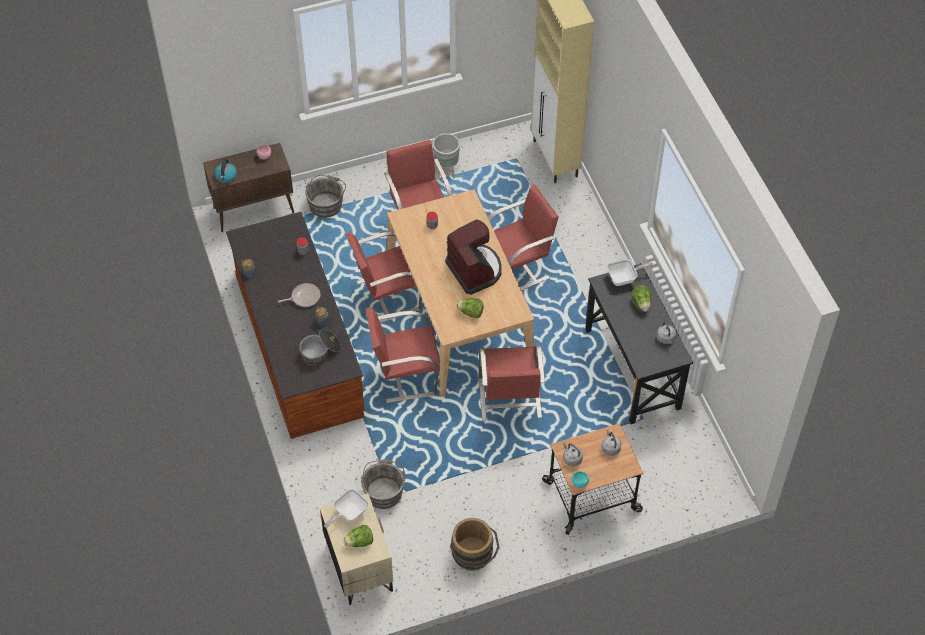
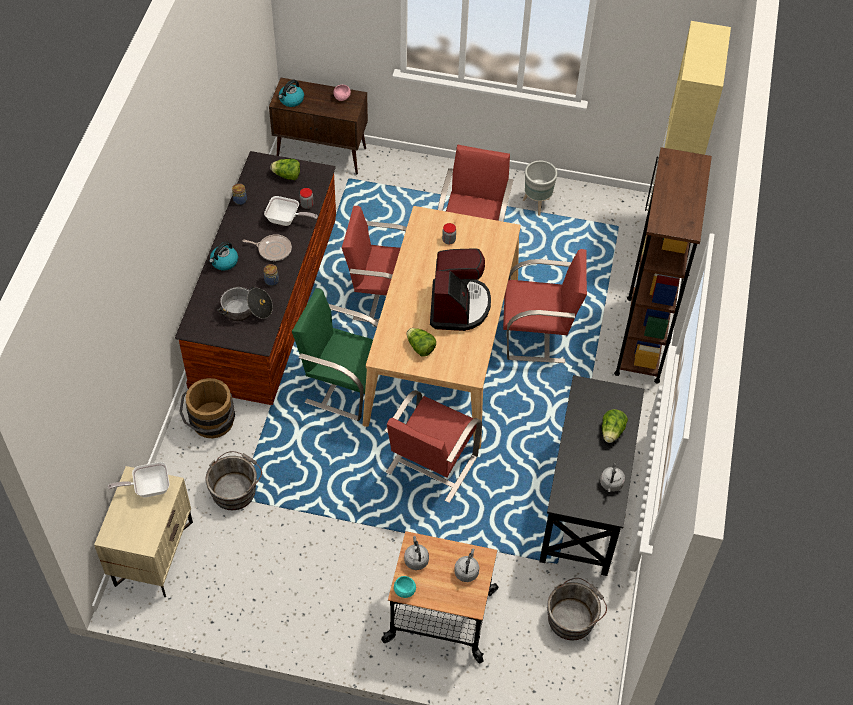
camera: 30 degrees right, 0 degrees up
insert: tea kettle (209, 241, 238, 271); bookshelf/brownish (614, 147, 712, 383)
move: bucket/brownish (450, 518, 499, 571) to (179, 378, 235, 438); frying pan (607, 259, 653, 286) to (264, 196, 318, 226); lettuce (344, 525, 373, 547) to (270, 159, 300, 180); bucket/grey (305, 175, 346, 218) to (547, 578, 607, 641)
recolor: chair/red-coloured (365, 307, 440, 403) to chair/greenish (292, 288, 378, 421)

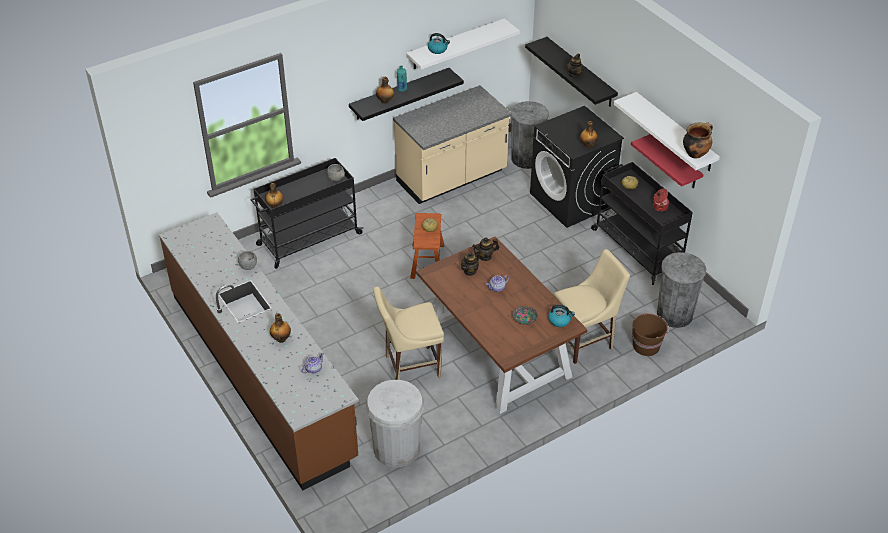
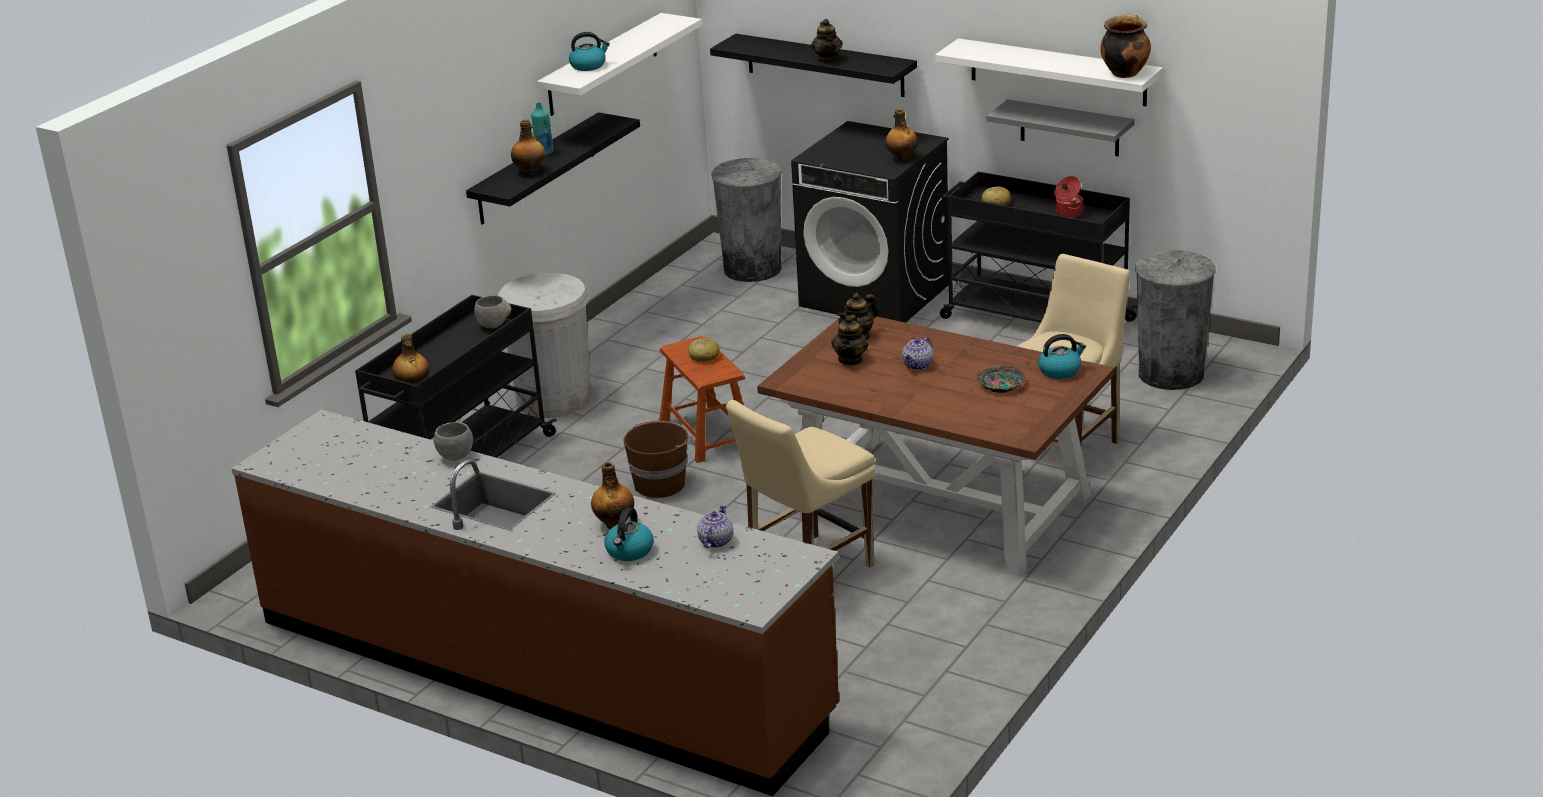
camera: 25 degrees left, 15 degrees down
delete: kitchen counter/sand-coloured (393, 85, 512, 204)
insert: tea kettle (604, 507, 654, 561)
move: waste bin/white-coloured (366, 380, 424, 467) to (498, 273, 591, 418); bucket/brownish (632, 313, 669, 356) to (623, 421, 691, 498)
recolor: shelf/red-coloured (631, 134, 704, 188) to shelf/grey (986, 99, 1134, 156)

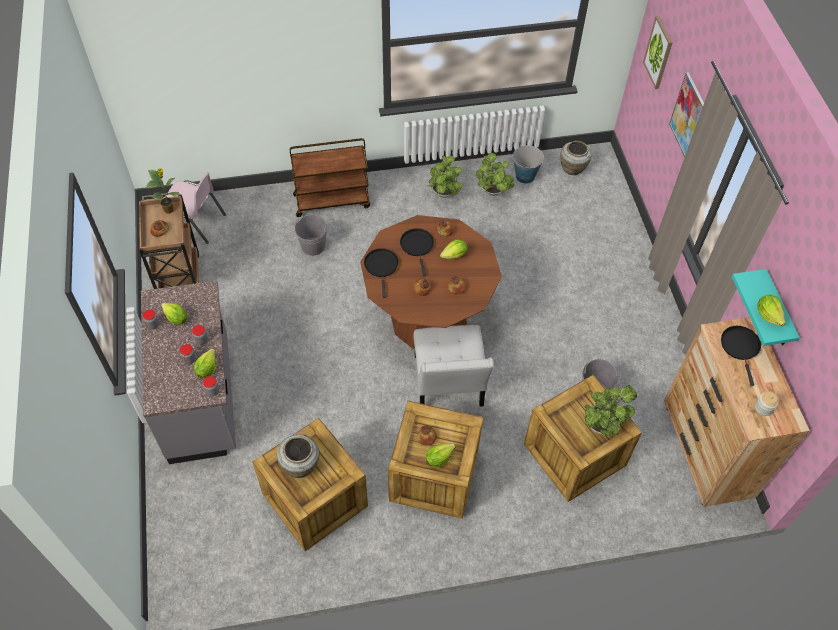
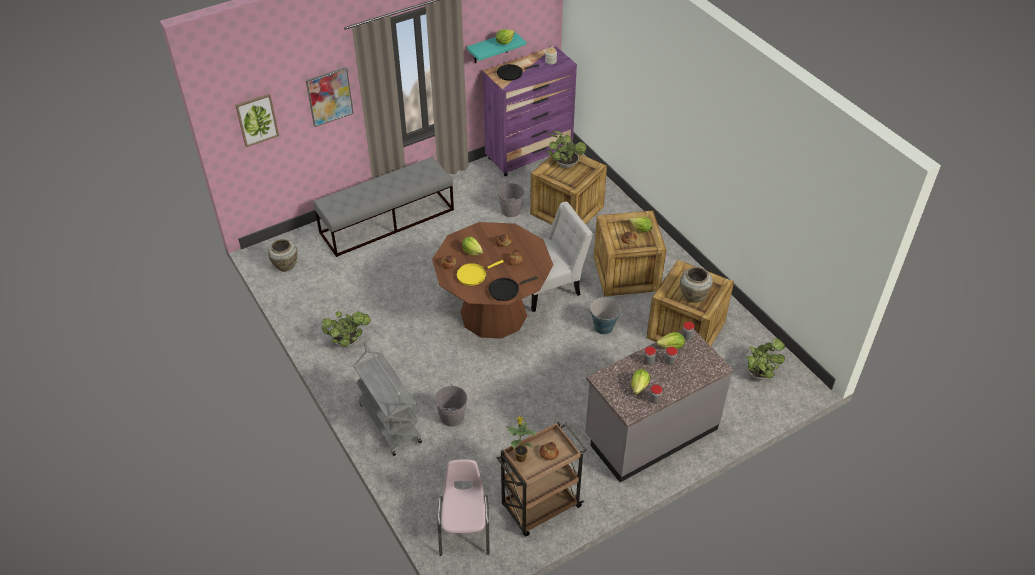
camera: 110 degrees left, 10 degrees down
insert: bench/grey (313, 157, 454, 257)
move: bucket (513, 145, 544, 184) to (590, 297, 621, 335); potted plant (476, 153, 514, 196) to (745, 338, 785, 380)
recolor: wheeled cart/brownish (290, 138, 370, 217) to wheeled cart/grey (353, 343, 422, 456); frying pan/blackish (400, 228, 434, 276) to frying pan/yellow-coloured (456, 260, 504, 286); drawer chest/brownish (664, 317, 810, 507) to drawer chest/purple (483, 46, 577, 176)

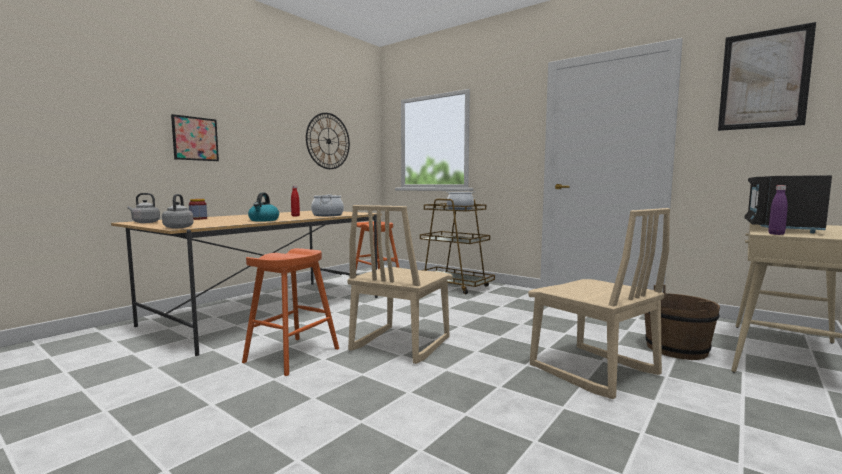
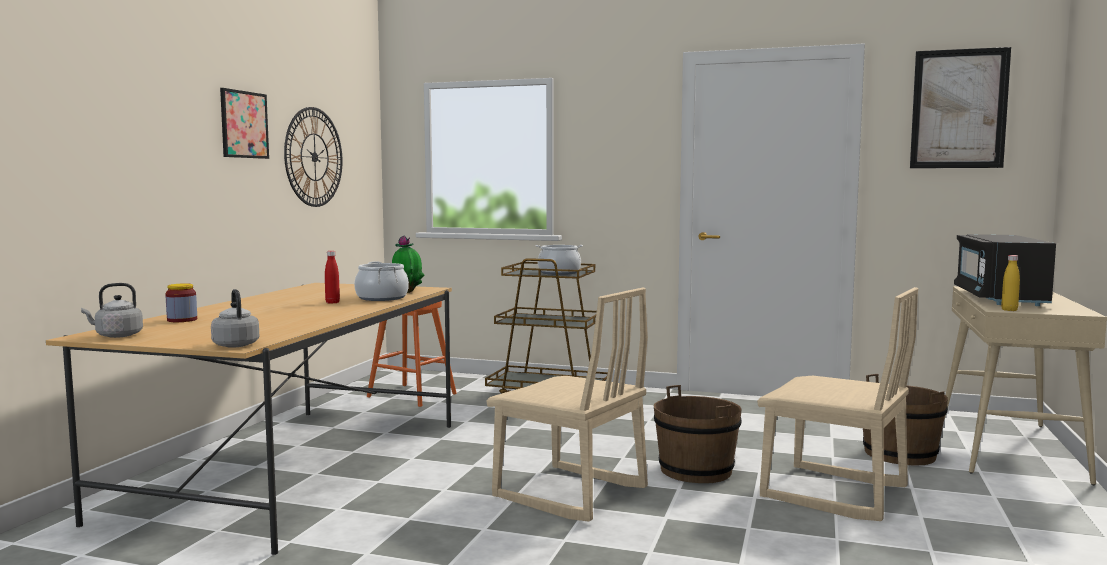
camera: 20 degrees left, 0 degrees up
delete: sitting stool/orangey (242, 248, 339, 376); tea kettle (248, 193, 279, 221)
insert: potted plant (392, 235, 425, 293); bucket/brownish (653, 385, 742, 483)
move: wall art (171, 114, 219, 161) to (220, 88, 269, 159)
recolor: drink bottle/purple (768, 185, 788, 235) to drink bottle/yellow-coloured (1001, 255, 1020, 311)
rotate: chair/sand-coloured (348, 205, 452, 364) = (486, 287, 648, 522) 60 degrees counterclockwise

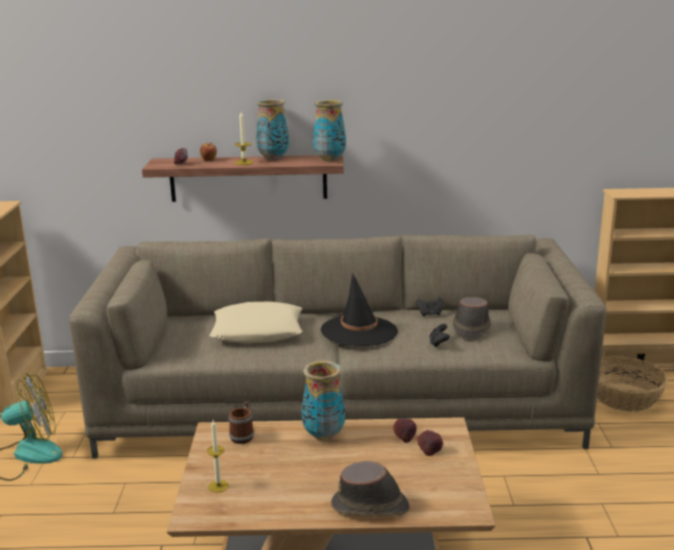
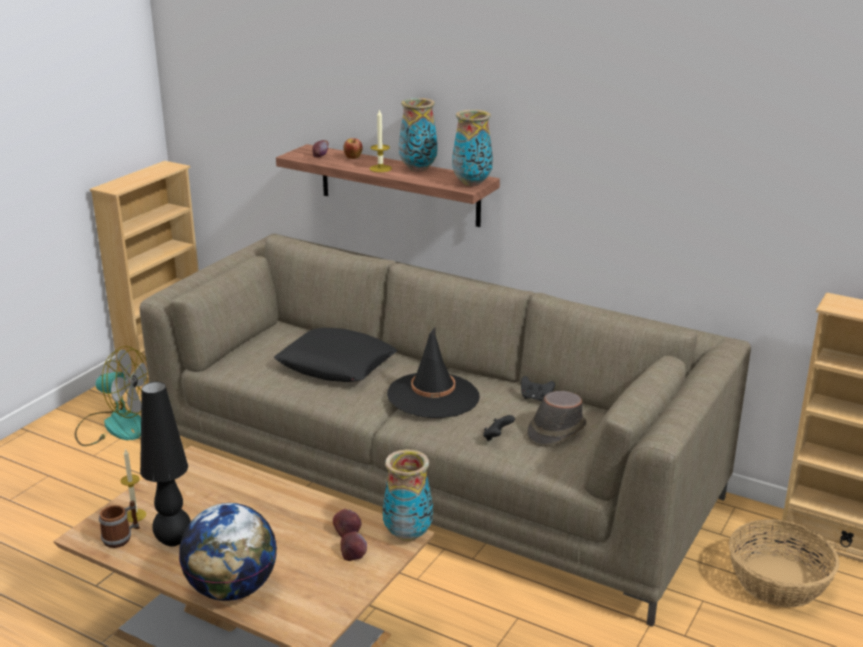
camera: 30 degrees right, 5 degrees up
insert: lamp for a table/blackish (140, 382, 191, 547)
move: mug (229, 401, 254, 444) to (99, 500, 140, 548); vase (302, 360, 345, 441) to (383, 450, 433, 541)
replace: wearable hat/brownish (331, 461, 410, 516) to world globe (179, 503, 277, 601)
recolor: cushion/sand-coloured (209, 301, 302, 343) to cushion/blackish (274, 328, 397, 382)

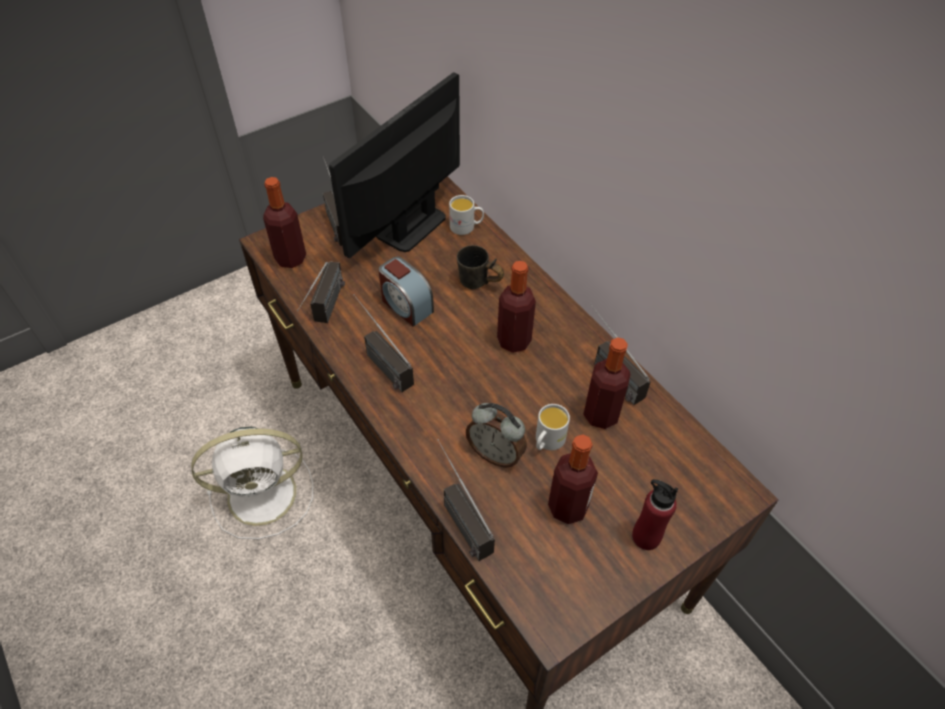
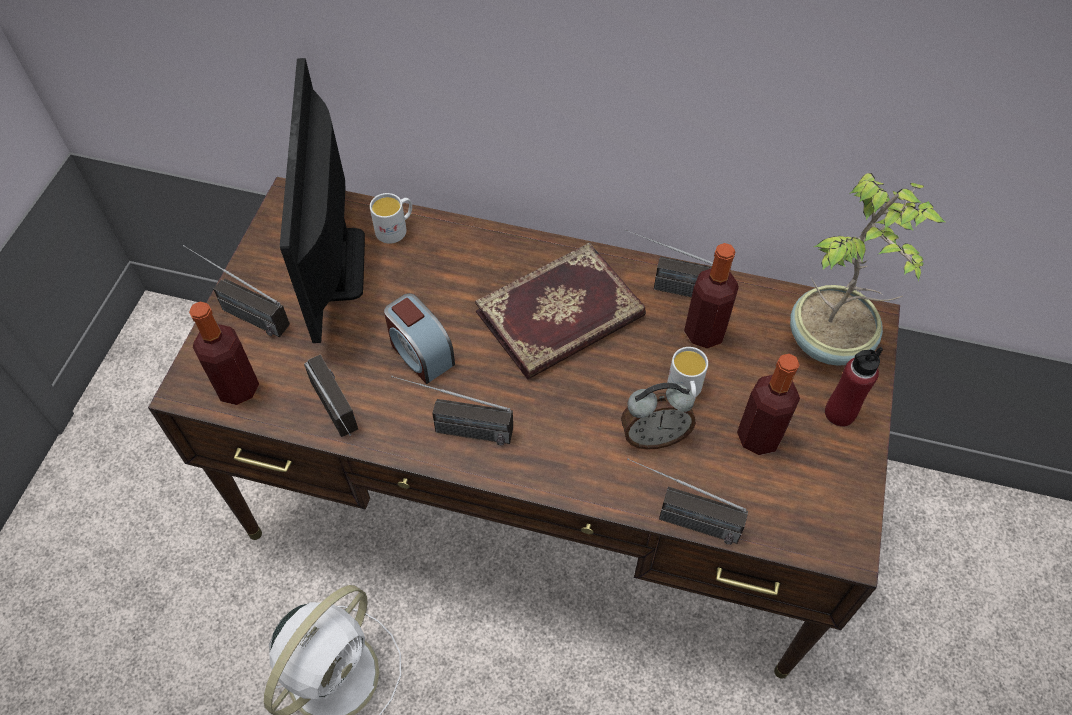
camera: 40 degrees left, 5 degrees up
delete: mug/grey (457, 245, 504, 289)
insert: potted plant (790, 173, 947, 366)
replace: drink bottle (497, 261, 536, 353) to book (475, 242, 646, 379)
rotate: table clock (378, 257, 434, 327) = (384, 293, 455, 384) 45 degrees clockwise

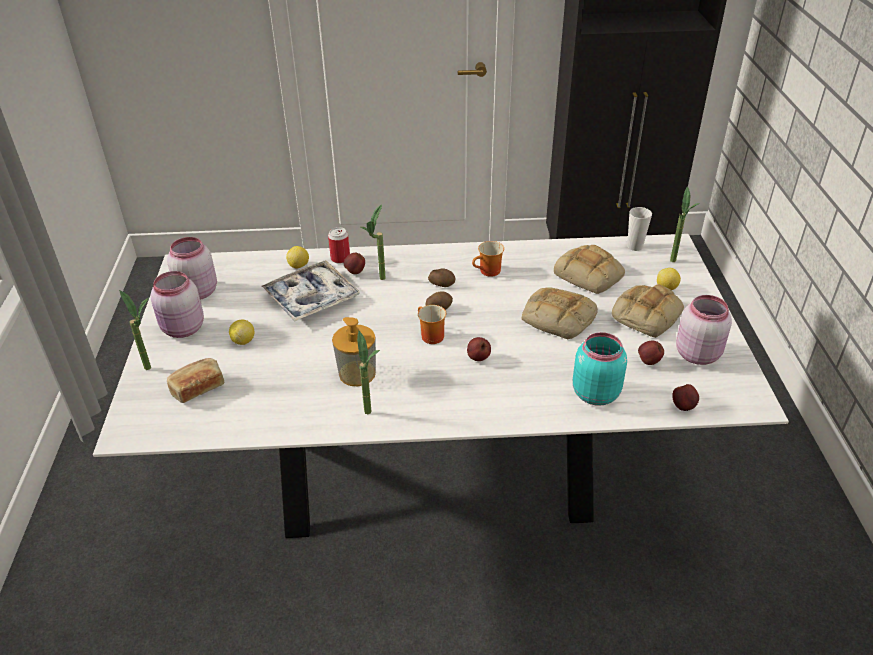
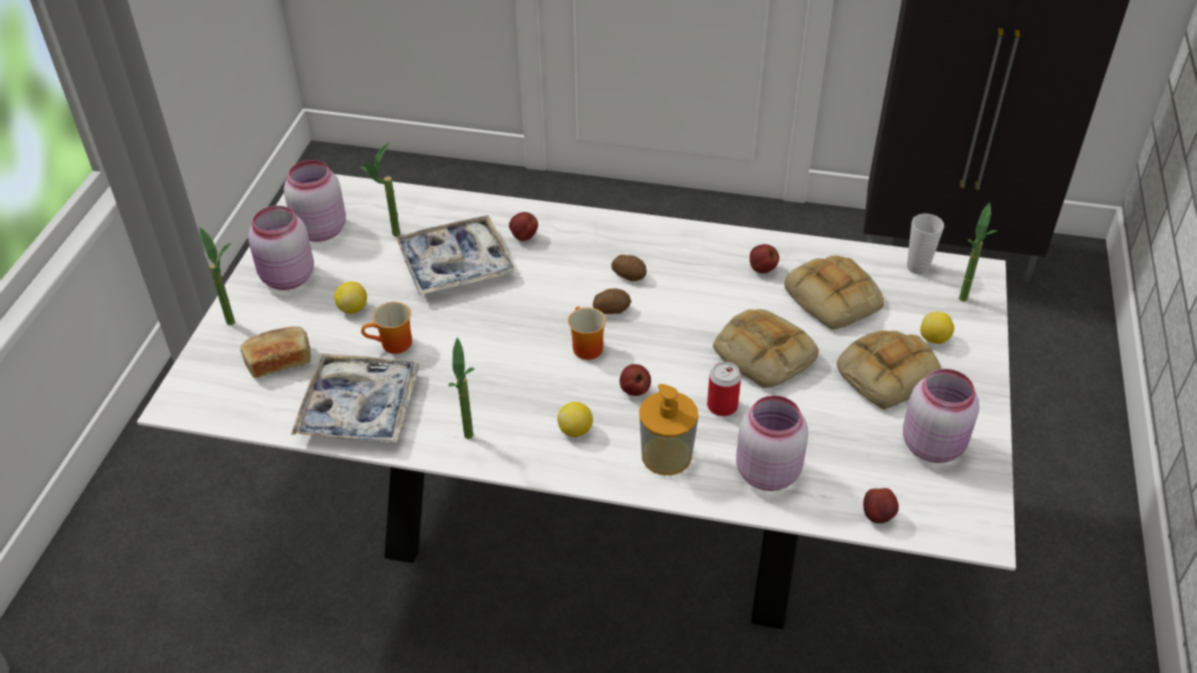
camera: 15 degrees right, 5 degrees up
insert: tray (291, 353, 420, 443)
move: potted plant (361, 204, 386, 280) to (360, 142, 400, 237); mug (472, 241, 504, 277) to (361, 302, 412, 354); citrus fruit (286, 246, 309, 268) to (557, 402, 593, 437); liquid soap bottle (332, 317, 376, 386) to (639, 384, 698, 475); can (328, 227, 350, 263) to (707, 362, 741, 416); whole apple (638, 341, 664, 365) to (750, 244, 779, 273)
recolor: storage jar/turquoise-coloured (573, 332, 627, 406) to storage jar/pink-coloured (736, 395, 808, 491)

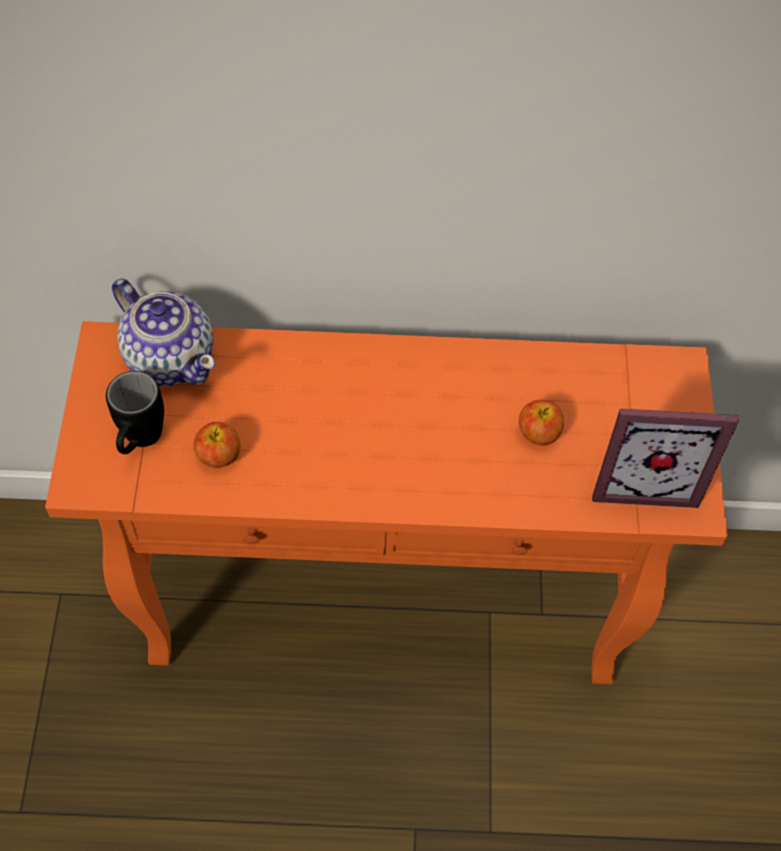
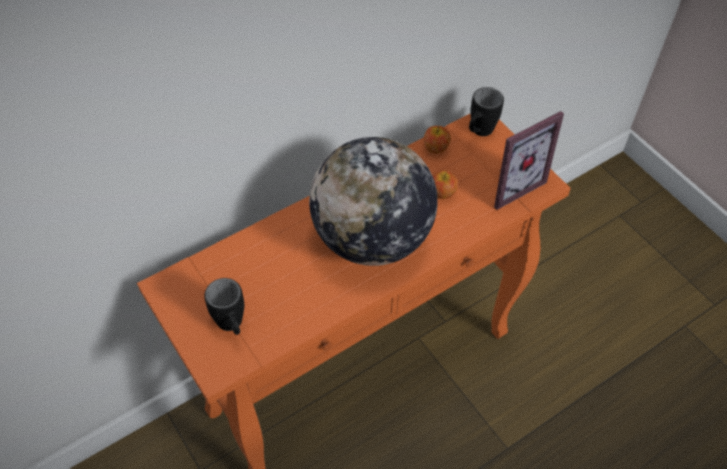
camera: 35 degrees left, 5 degrees down
delete: tea pot (112, 278, 215, 386)
insert: world globe (309, 137, 438, 266); mug/blackish (469, 87, 504, 136)
move: whole apple (193, 422, 241, 468) to (424, 126, 451, 153)

